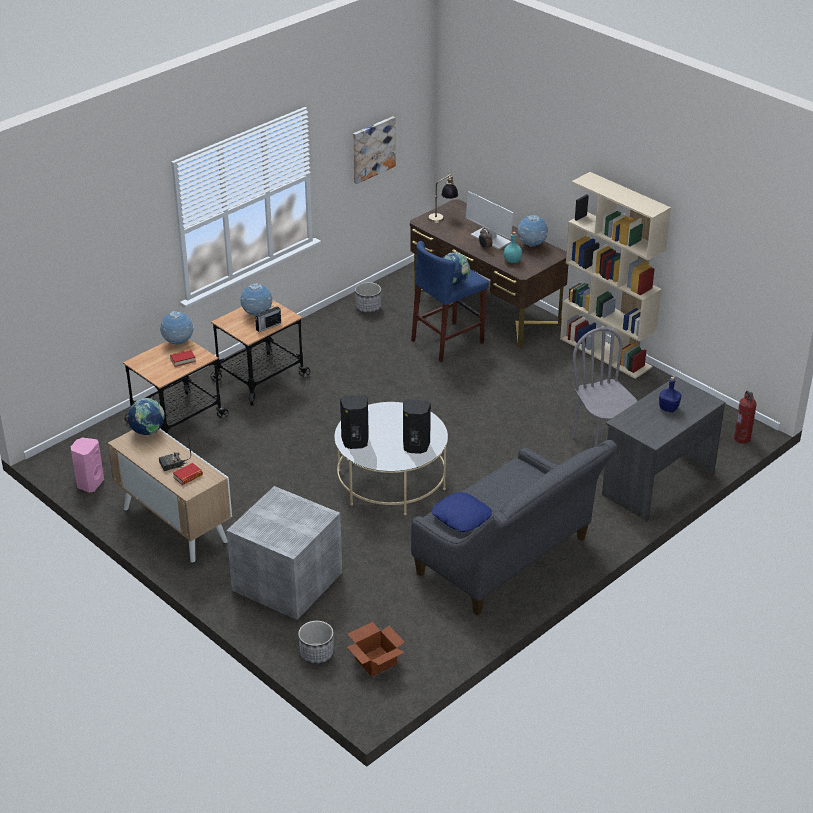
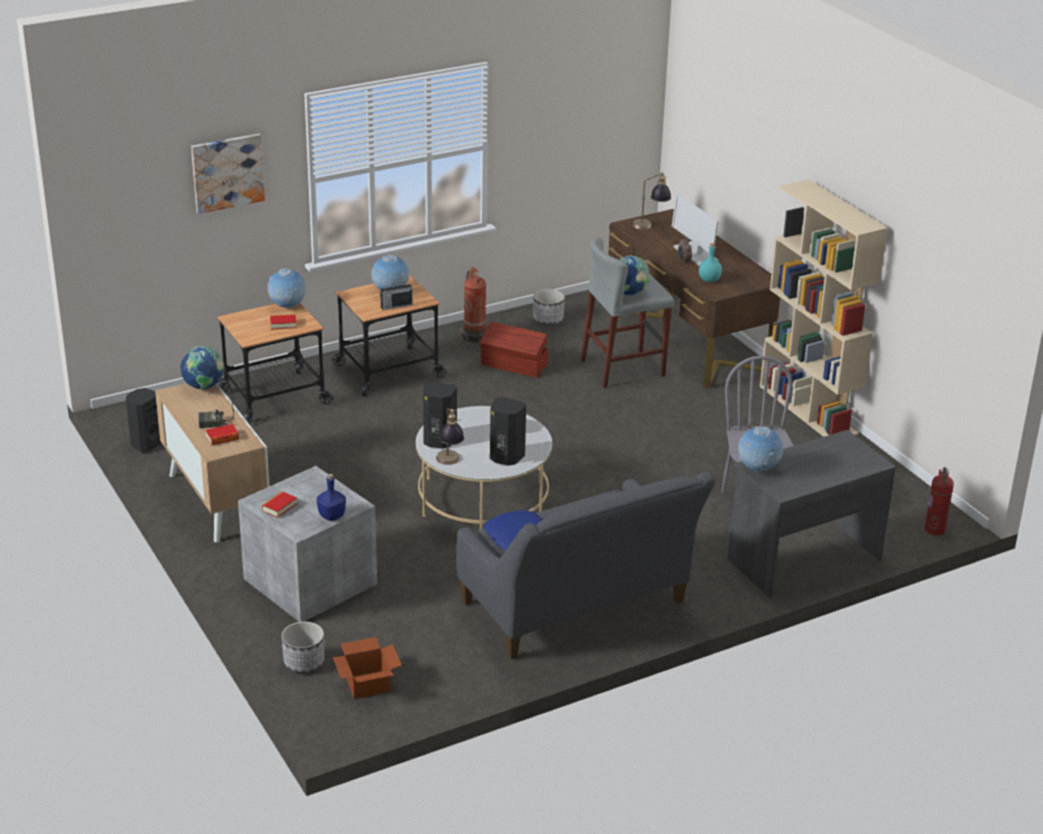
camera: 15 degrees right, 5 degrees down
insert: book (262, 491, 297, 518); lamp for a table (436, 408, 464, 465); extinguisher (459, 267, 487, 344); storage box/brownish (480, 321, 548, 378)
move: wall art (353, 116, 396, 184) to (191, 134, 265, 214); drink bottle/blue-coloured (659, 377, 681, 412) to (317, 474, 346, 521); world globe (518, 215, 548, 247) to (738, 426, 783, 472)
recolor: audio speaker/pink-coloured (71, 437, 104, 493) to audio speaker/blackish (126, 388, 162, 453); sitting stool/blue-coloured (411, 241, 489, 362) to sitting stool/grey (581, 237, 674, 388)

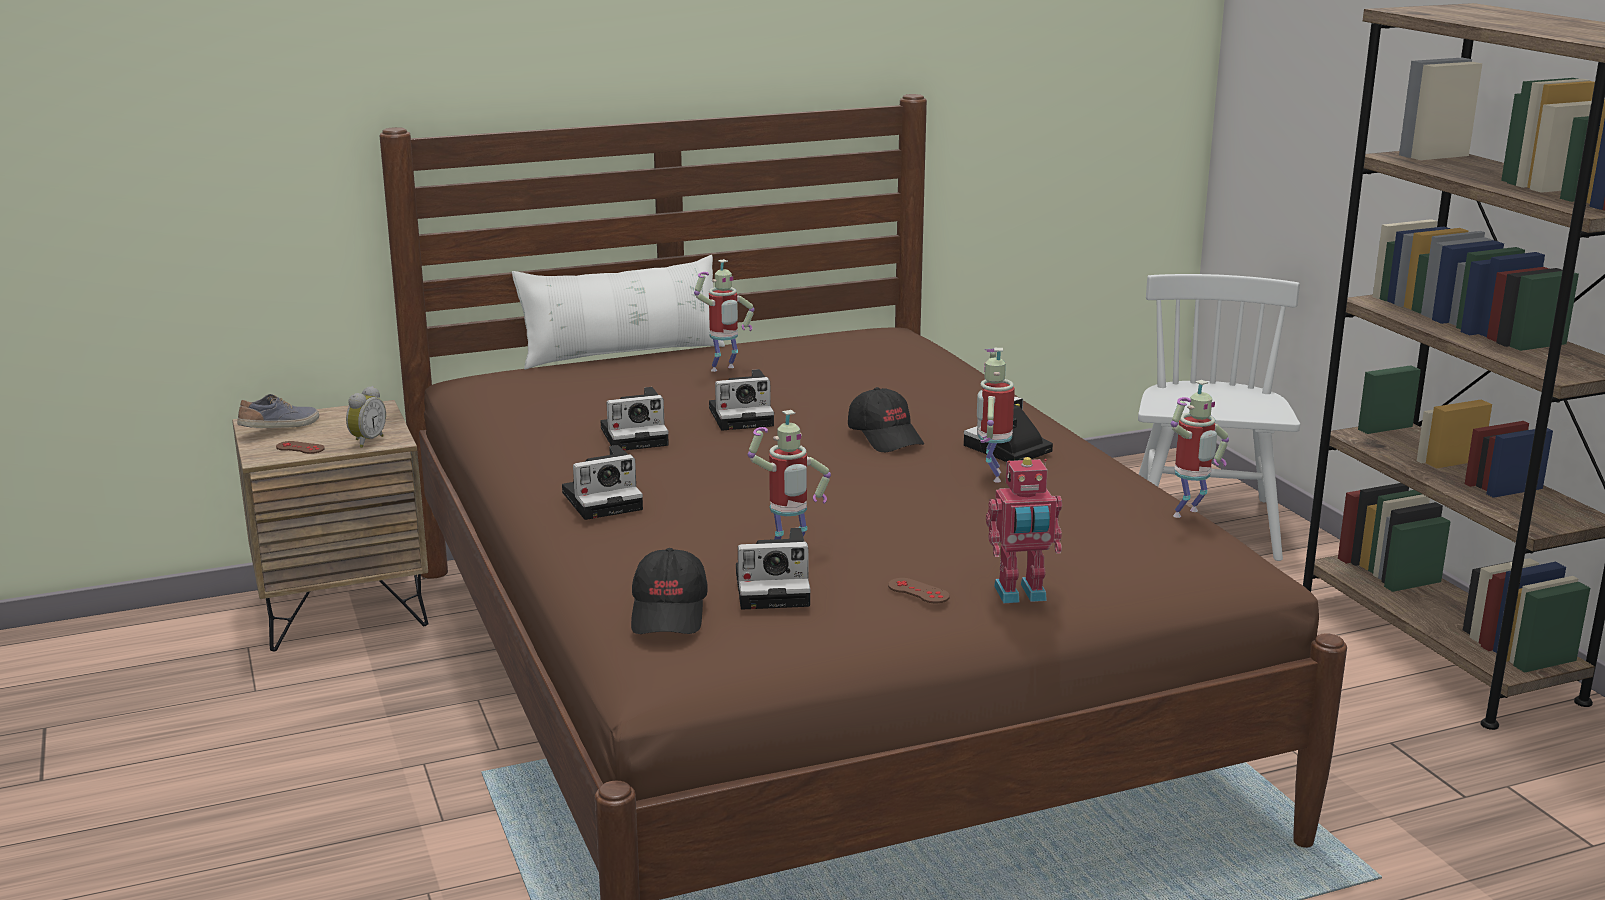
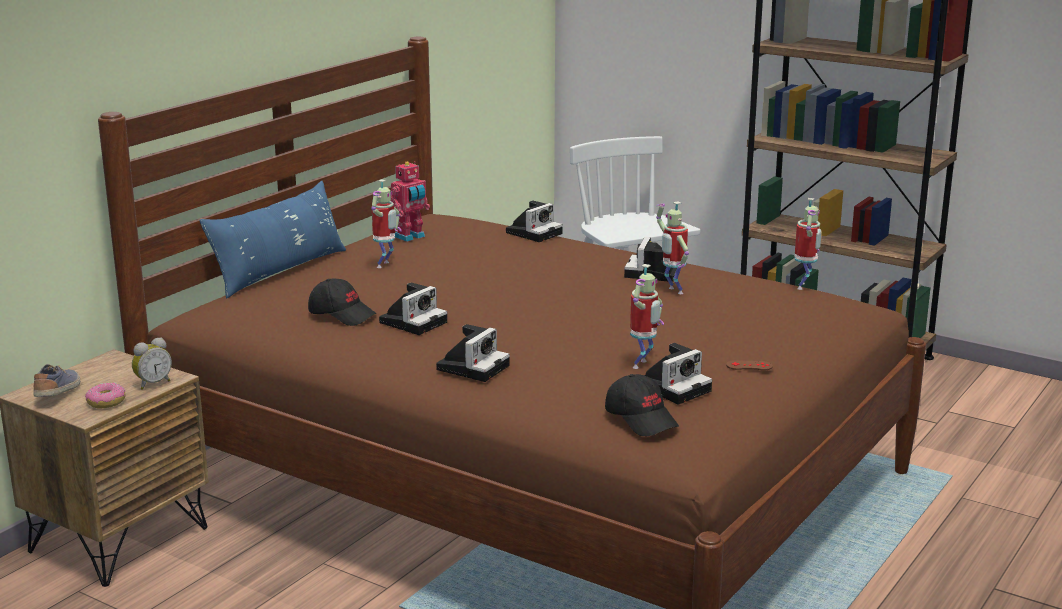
camera: 35 degrees left, 0 degrees up
move: peaked cap/blackish (848, 387, 924, 452) to (308, 279, 376, 326); model robot (986, 457, 1062, 603) to (391, 161, 430, 242); still camera (709, 369, 774, 431) to (506, 200, 563, 242)
replace: joypad/brownish (276, 441, 325, 454) to doughnut (85, 383, 126, 408)
recolor: cushion/white-coloured (512, 255, 725, 369) to cushion/blue-coloured (199, 181, 346, 298)
rotate: table clock (346, 386, 386, 448) = (132, 337, 172, 390) 60 degrees clockwise

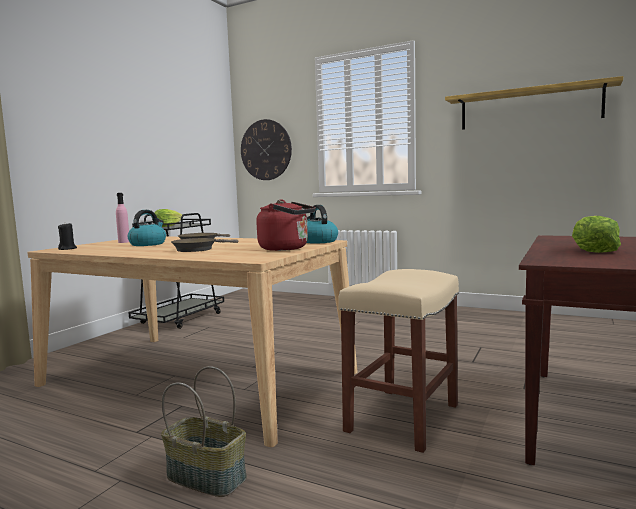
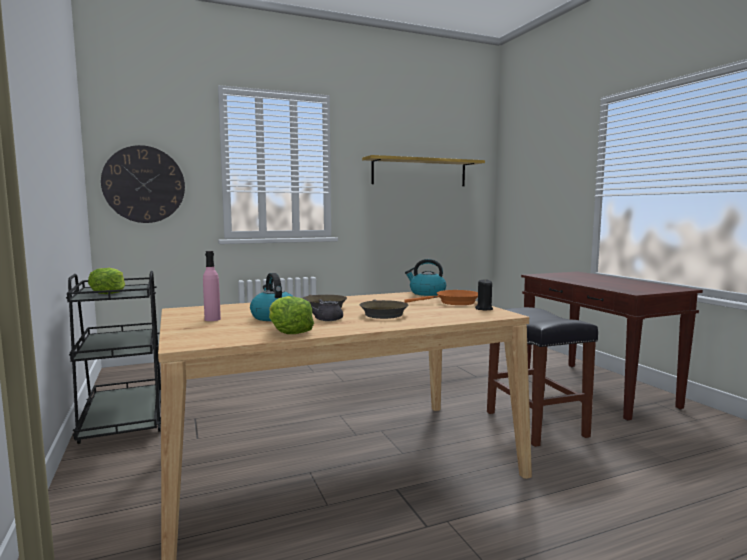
camera: 50 degrees left, 0 degrees up
delete: household basket (161, 366, 247, 497)
insert: tea pot/grey (303, 298, 343, 321)
move: lettuce (572, 216, 621, 253) to (269, 296, 314, 334); candle/blackish (58, 223, 77, 250) to (475, 279, 493, 311)
replace: tea kettle/red-coloured (256, 199, 316, 251) to frying pan/orangey (404, 290, 478, 305)
recolor: sitting stool/sand-coloured (338, 269, 459, 453) to sitting stool/blackish (487, 307, 598, 447)

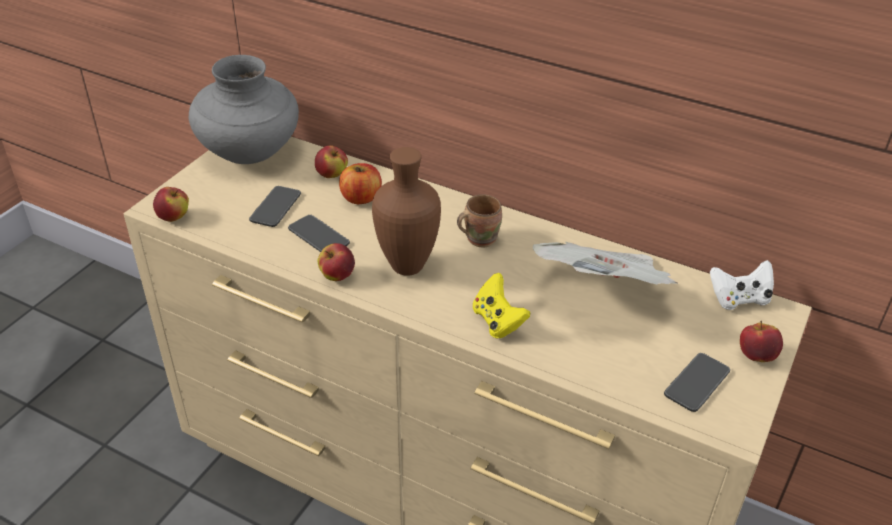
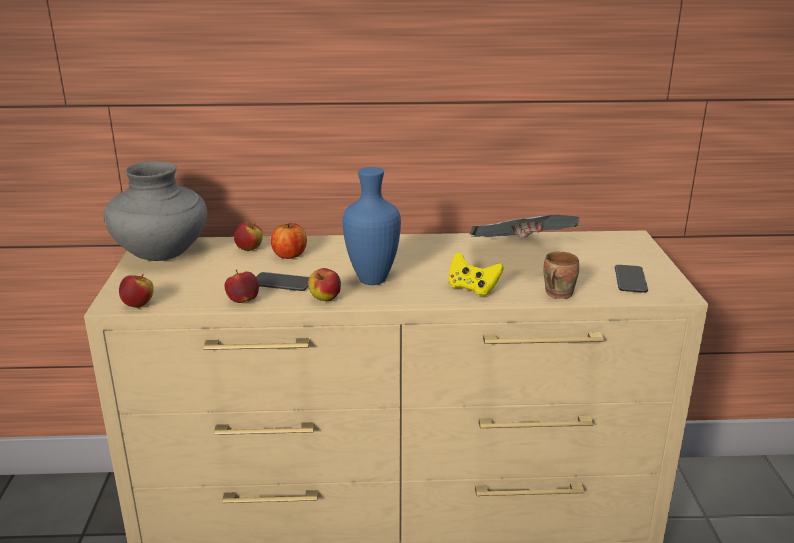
camera: 30 degrees left, 15 degrees down
delete: telephone (249, 186, 301, 227); joypad/white-coloured (710, 260, 774, 310)
move: whole apple (740, 321, 783, 362) to (225, 269, 259, 303); mug/brownish (457, 194, 502, 247) to (543, 252, 579, 299)
recolor: vase/brownish (372, 147, 441, 276) to vase/blue-coloured (343, 167, 401, 285)

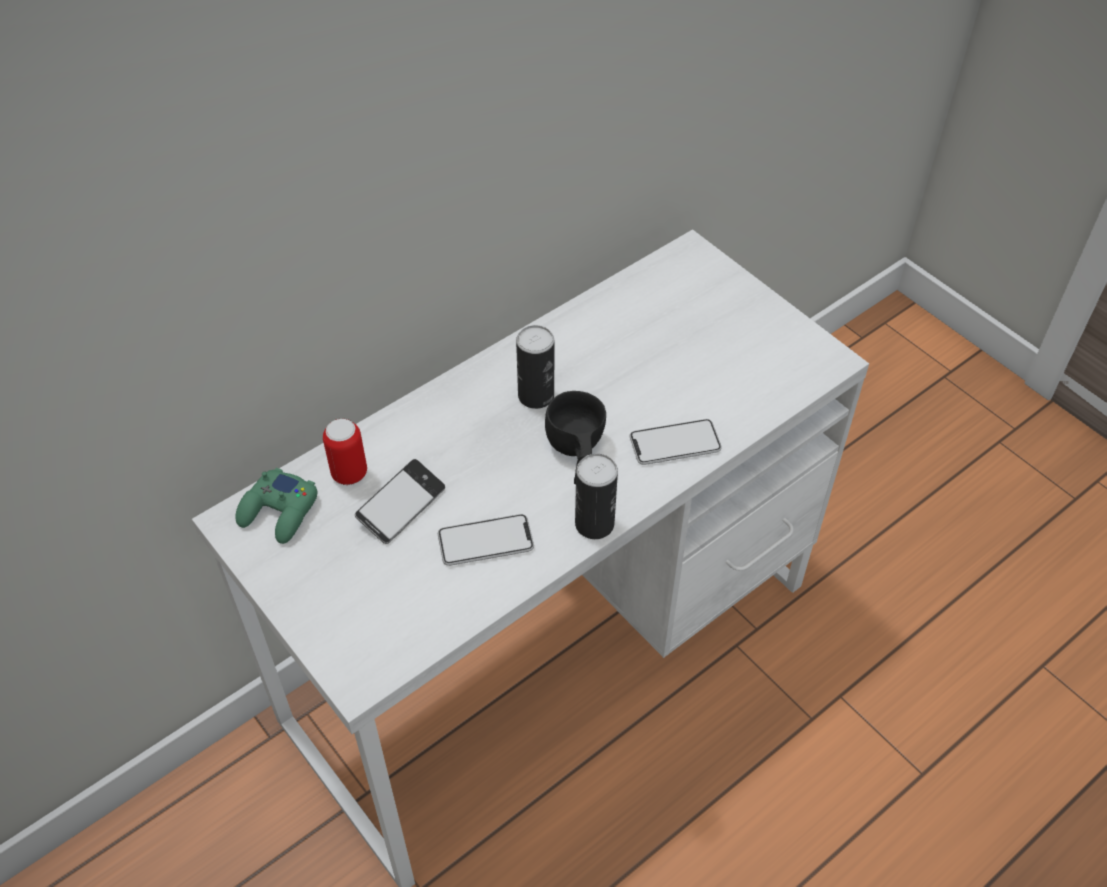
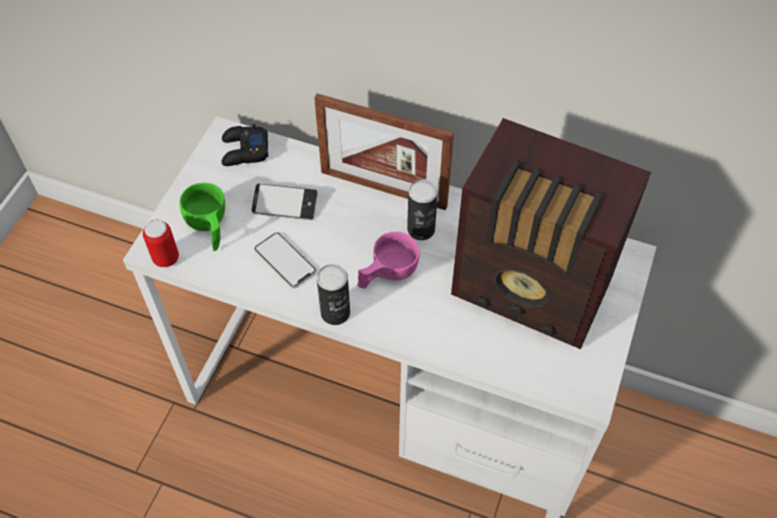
camera: 60 degrees right, 5 degrees up
delete: telephone (630, 419, 722, 465)
insert: small cup/greenish (180, 183, 225, 251); photo frame (314, 93, 454, 210); radio (451, 118, 651, 349)
move: can (323, 419, 367, 485) to (143, 220, 179, 267)
recolor: joypad/greenish (235, 468, 318, 544) to joypad/blackish (222, 124, 268, 166); small cup/blackish (545, 391, 606, 485) to small cup/pink-coloured (357, 232, 419, 288)

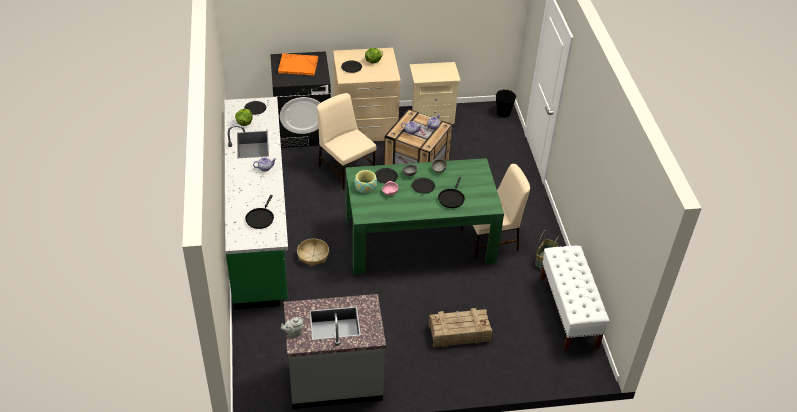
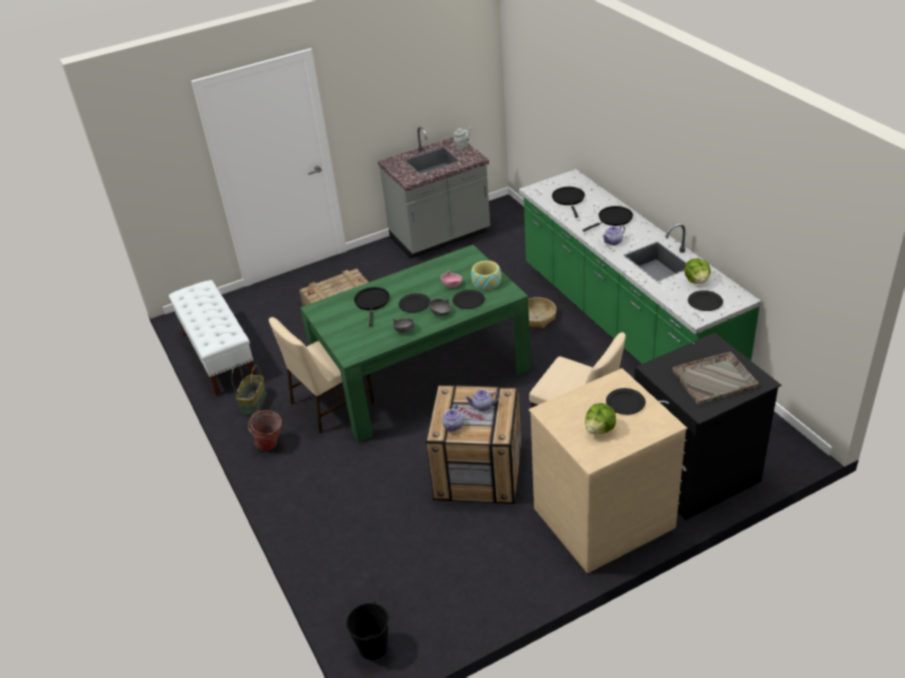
camera: 165 degrees right, 5 degrees down
delete: nightstand/sand-coloured (410, 62, 461, 124)
insert: bucket (248, 409, 282, 451); frying pan/blackish (583, 206, 633, 232)
recolor: tray/orangey (278, 53, 318, 75) to tray/grey (672, 351, 759, 405)

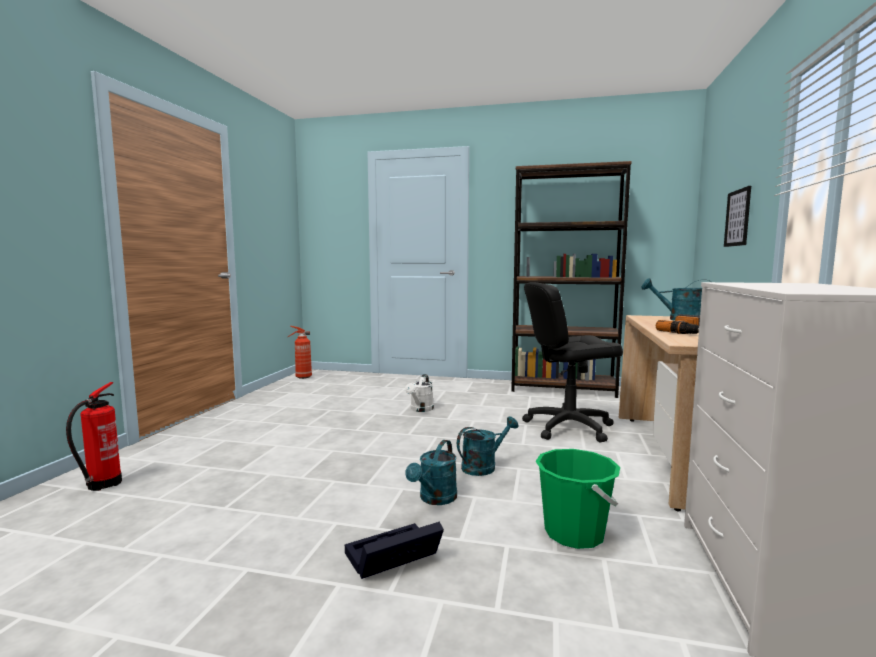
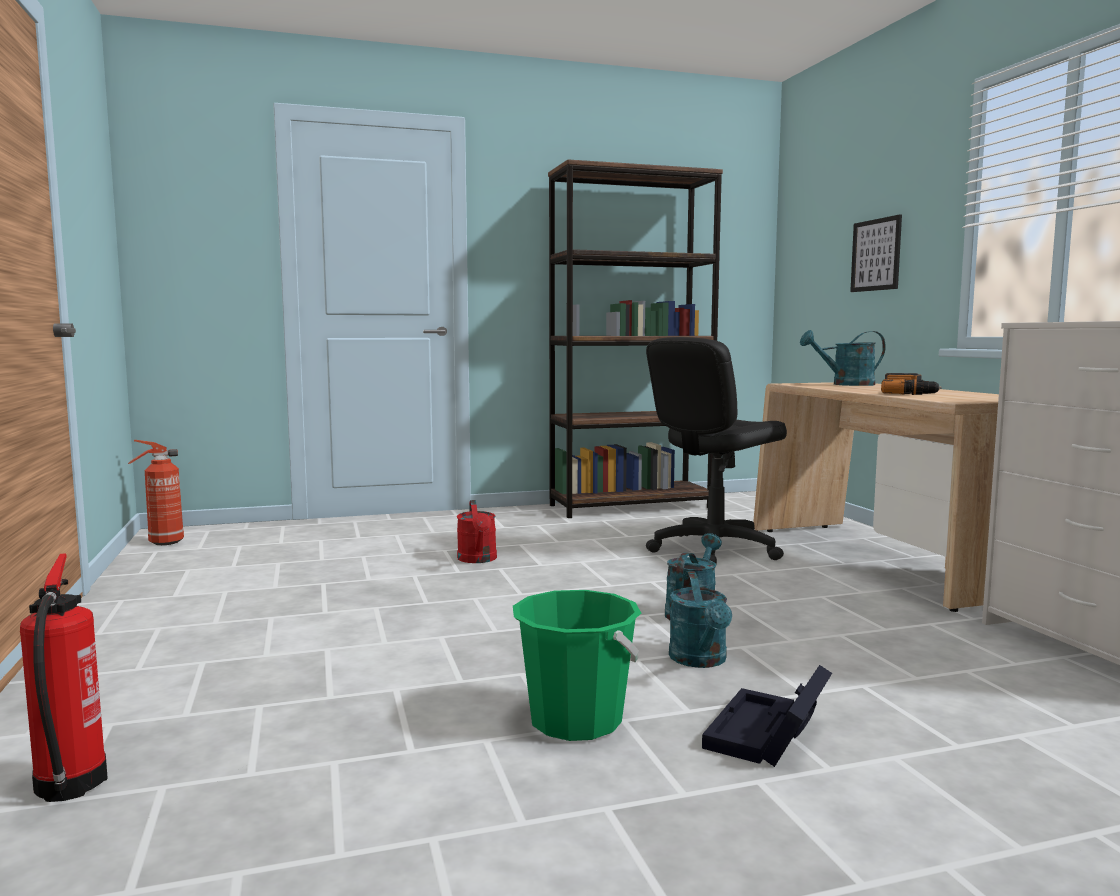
camera: 30 degrees left, 0 degrees up
move: bucket/greenish (535, 449, 620, 549) to (513, 590, 641, 741)
recolor: watering pot/white-coloured (405, 374, 434, 412) to watering pot/red-coloured (457, 500, 497, 563)

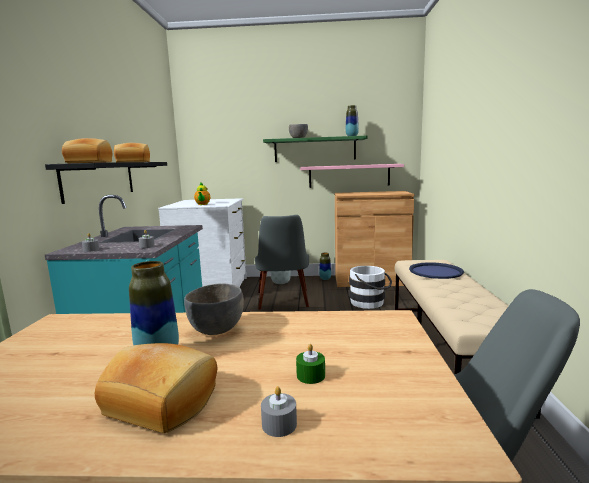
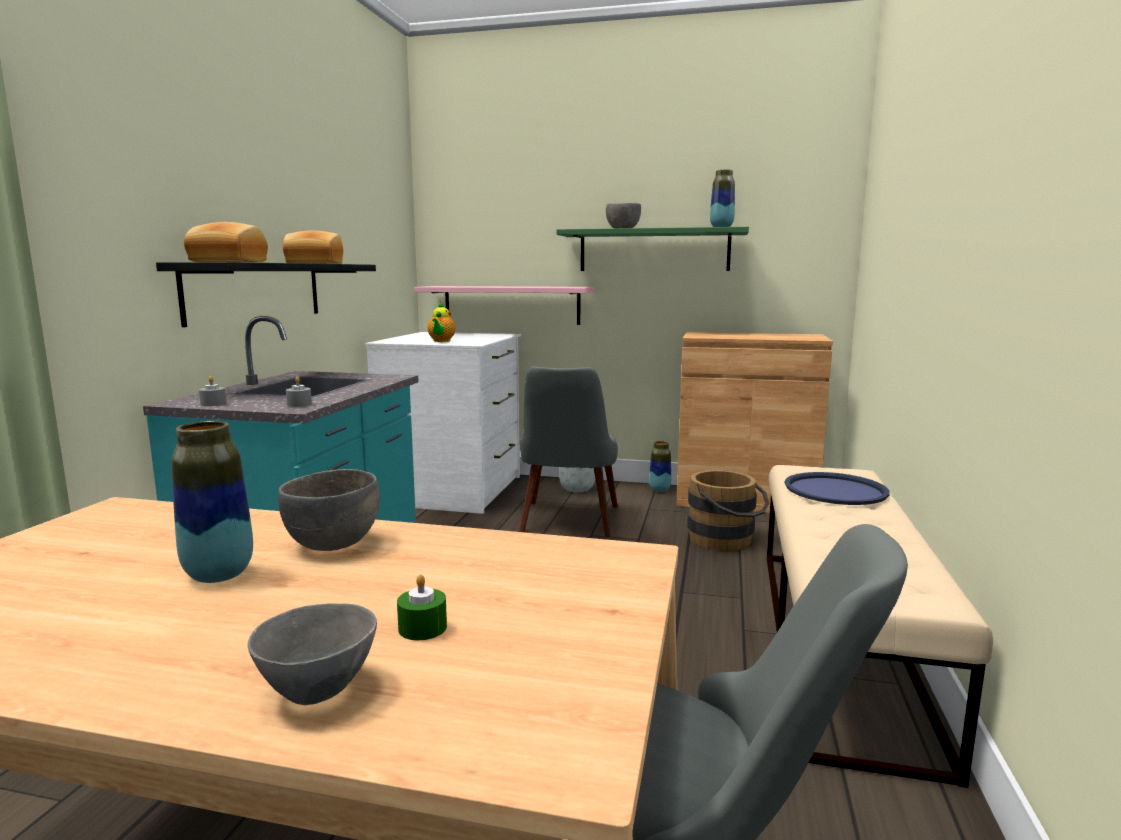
camera: 10 degrees right, 0 degrees up
delete: bread (95, 343, 217, 433)
move: shelf/pink-coloured (300, 164, 404, 188) to (414, 286, 594, 325)
replace: candle/grey (261, 386, 297, 437) to deep dish/grey (248, 603, 377, 705)
recolor: bucket/white-coloured (349, 266, 392, 309) to bucket/brownish (687, 470, 769, 551)

